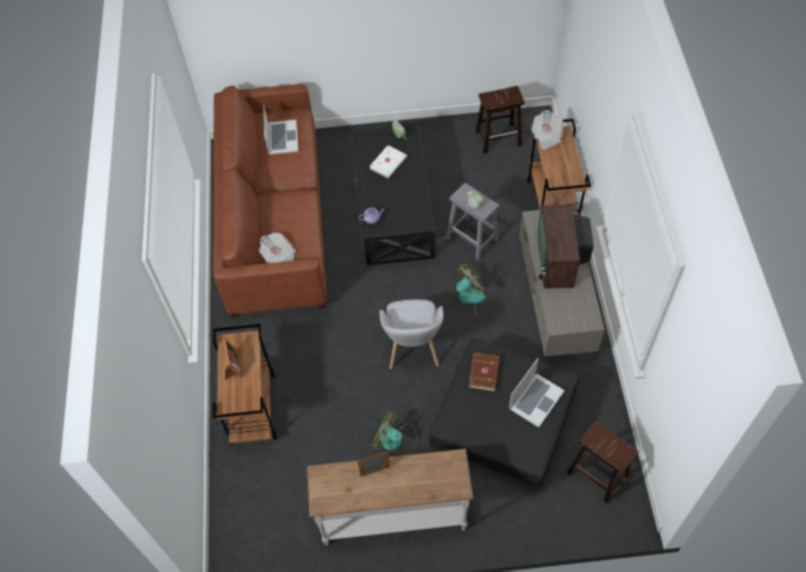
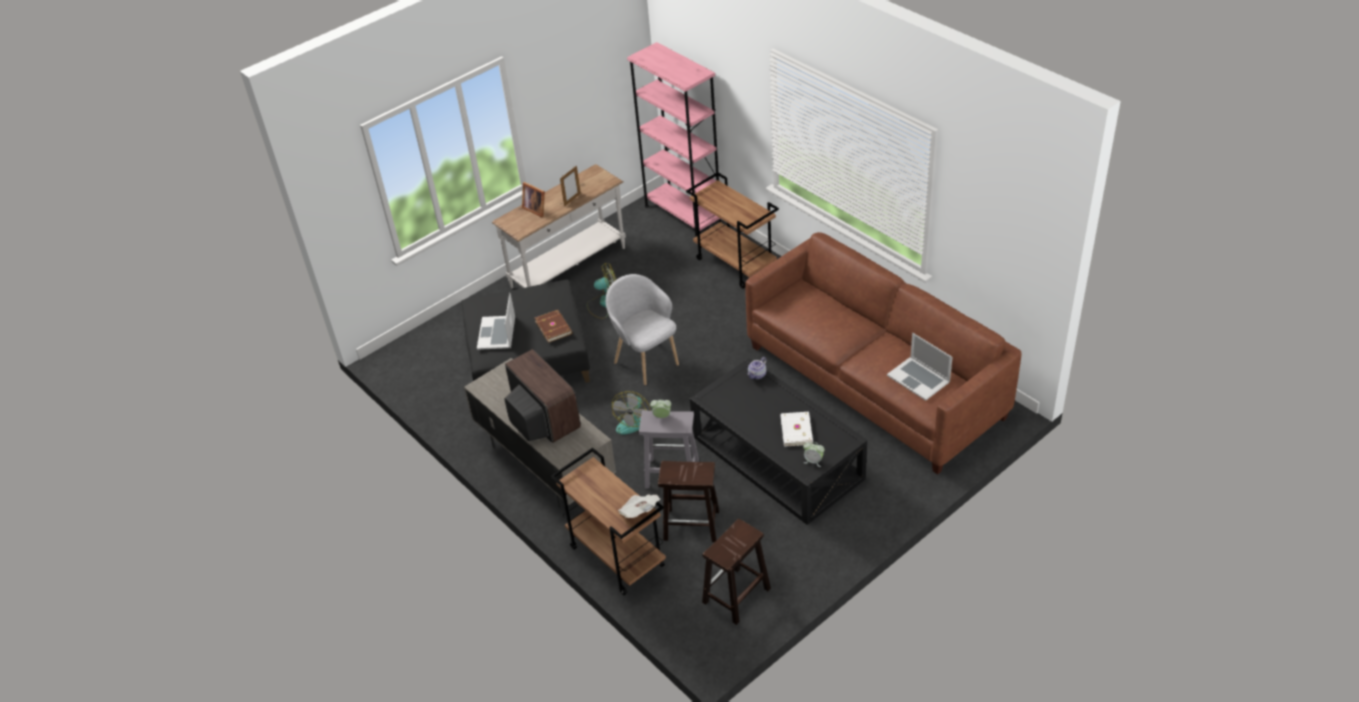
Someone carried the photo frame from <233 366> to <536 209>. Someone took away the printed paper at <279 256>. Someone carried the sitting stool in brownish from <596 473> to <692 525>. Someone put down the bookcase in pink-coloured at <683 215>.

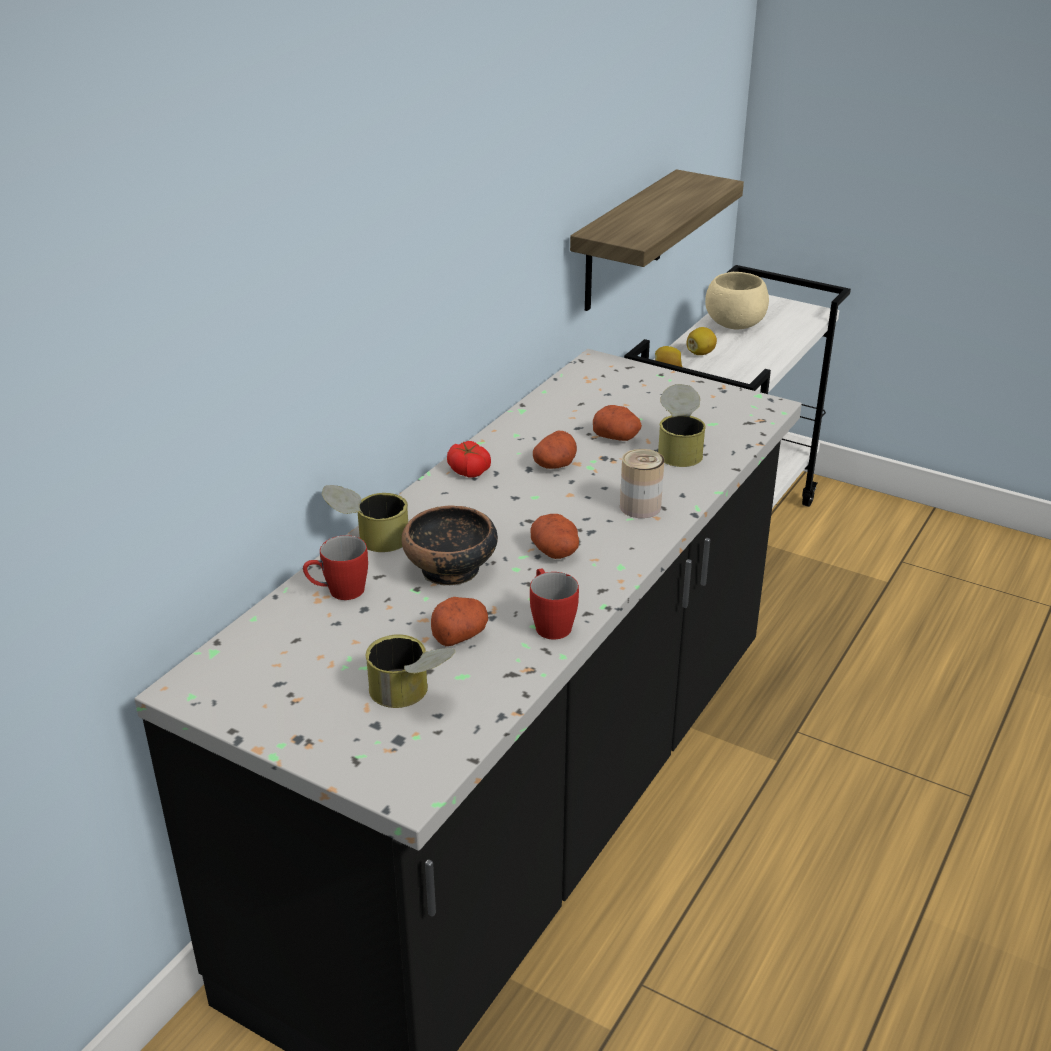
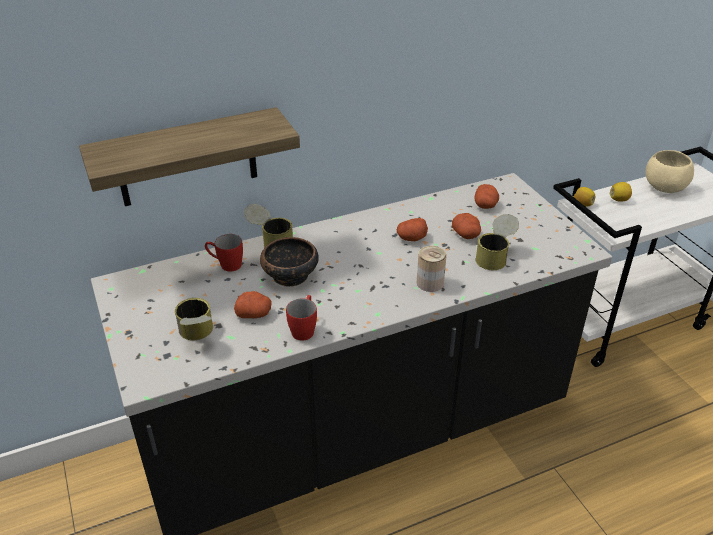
Someone took away the fresh tomato at <468 470>. Someone carried the potato from <556 551> to <485 205>. Someone carried the shelf from <624 242> to <187 158>.

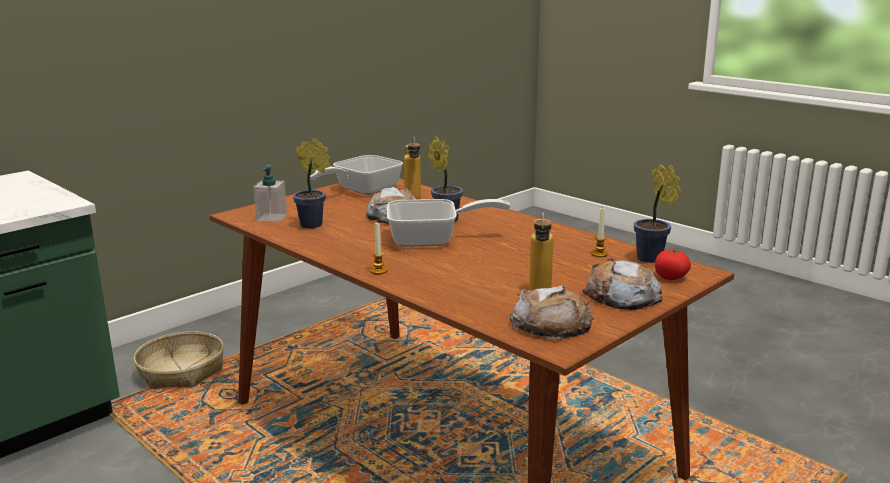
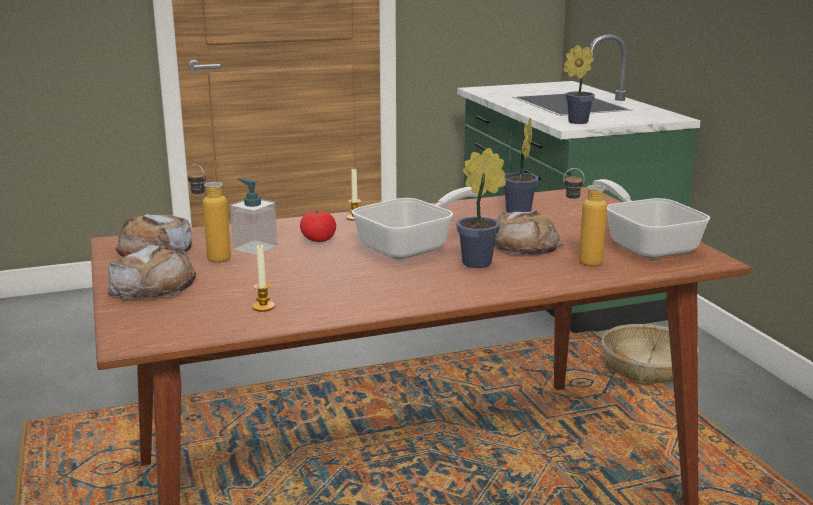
Someone carried the soap dispenser from <271 217> to <255 247>. Someone rotated the skillet at <432 240> by 150 degrees counterclockwise. Someone carried the potted plant from <652 259> to <575 122>. Someone carried the fresh tomato from <670 277> to <318 240>.

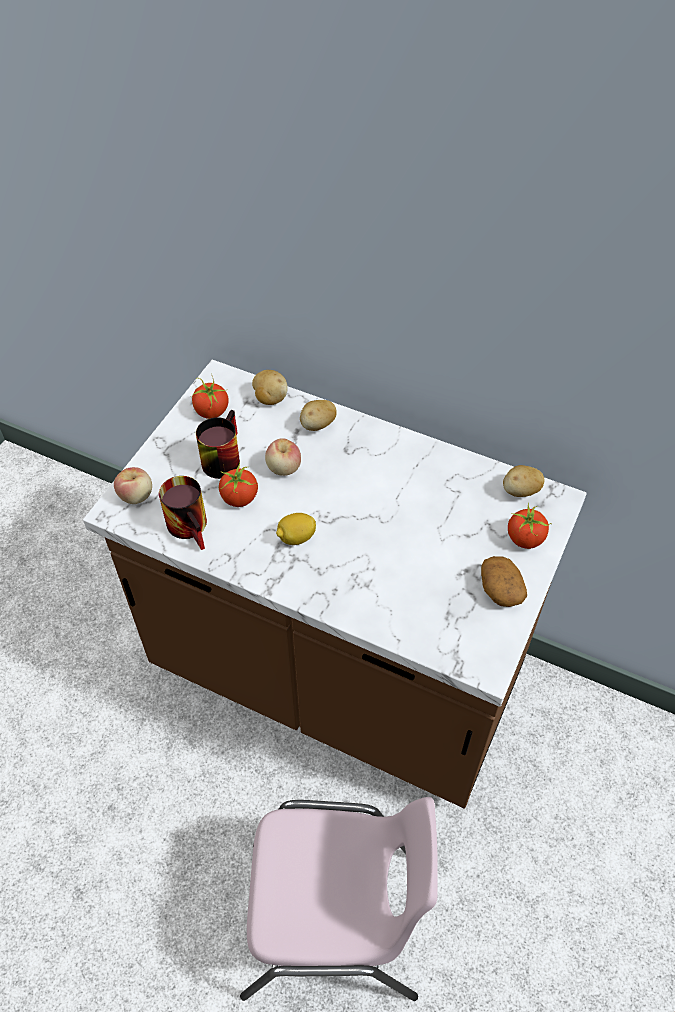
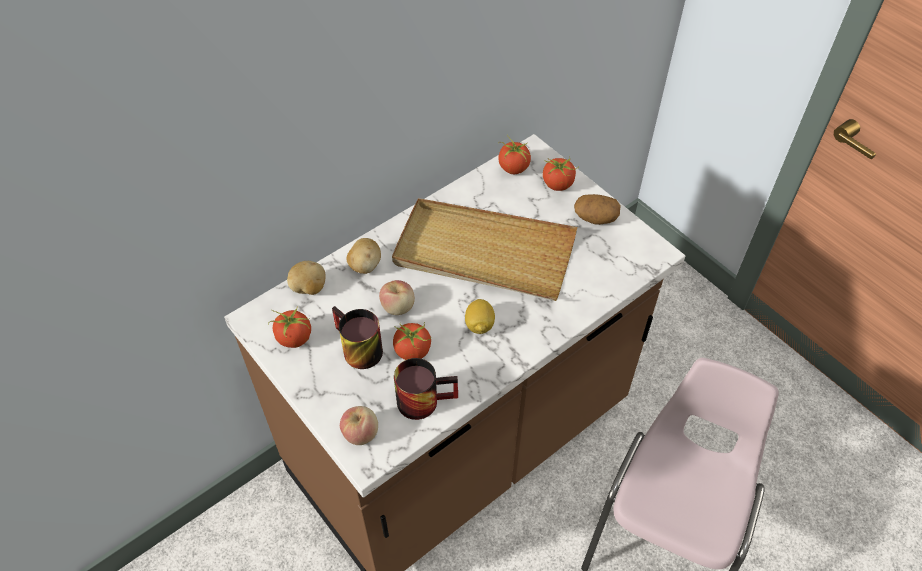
Someone swapped the potato at <520 491> for the fresh tomato at <513 168>. Someone put down the serving tray in sand-coloured at <483 253>.

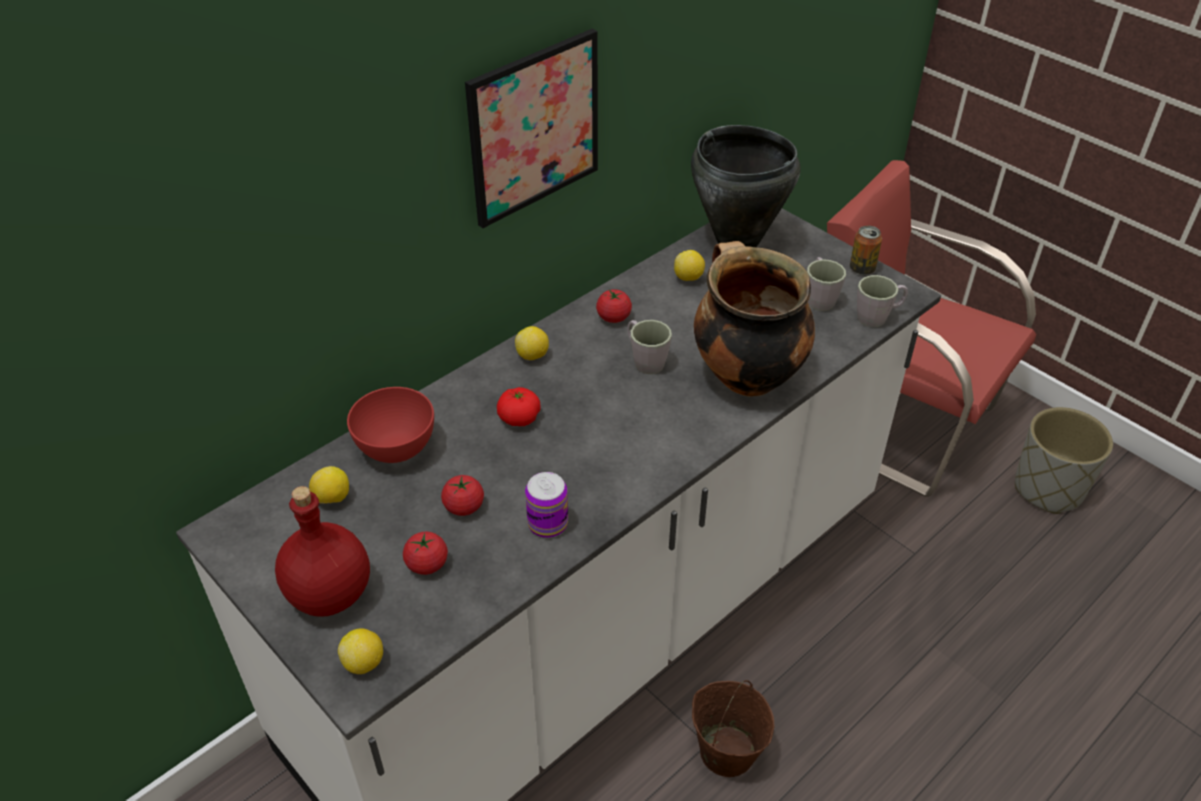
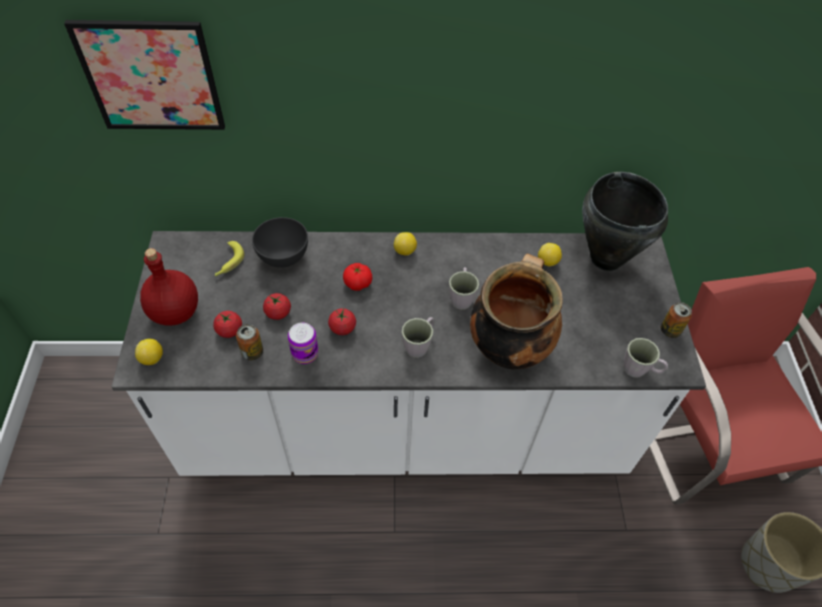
Someone swapped the whole lemon at <332 498> for the banana at <228 263>. Someone repainted the serving bowl in red-coloured at <395 448>, which became the serving bowl in greyish at <283 256>. Someone carried the wall art from <534 128> to <151 76>. Someone carried the fresh tomato from <613 317> to <342 328>. Someone took away the pail in brownish at <726 751>. Someone carried the coffee mug in greyish from <819 297> to <419 344>. Someone put down the sealed can at <252 352>.

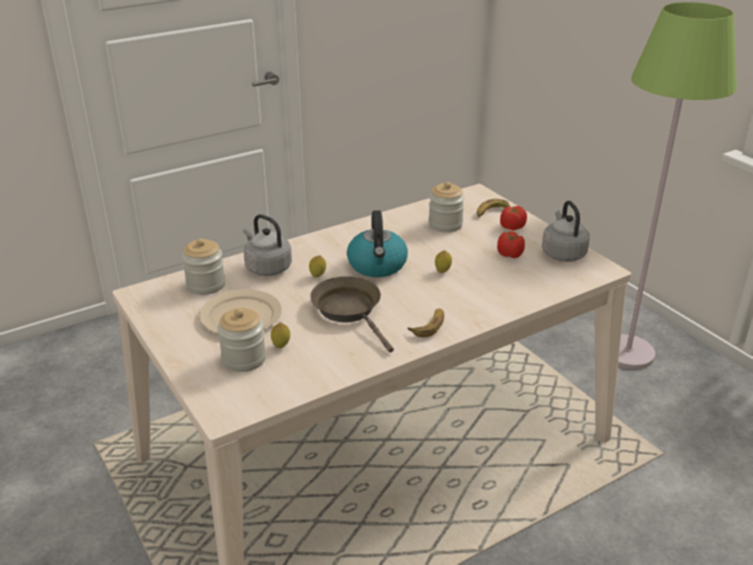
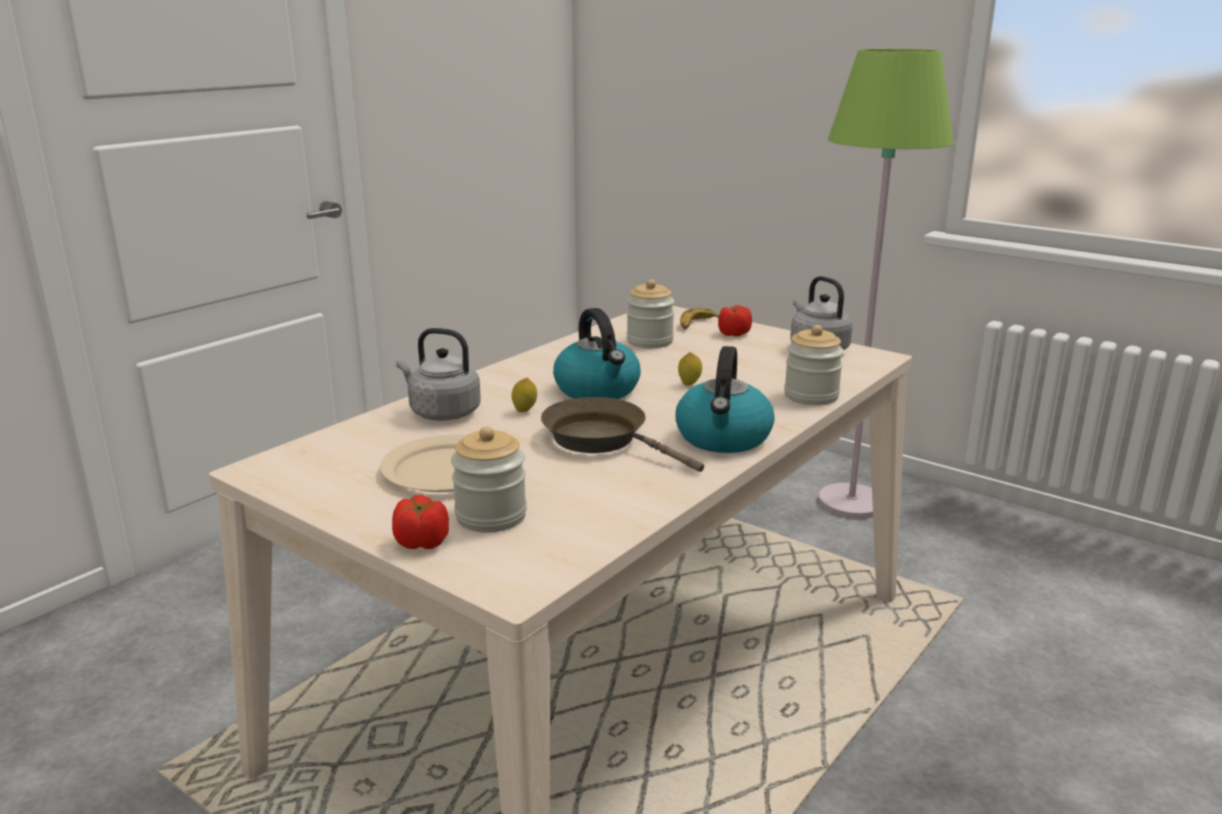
Someone carried the jar from <206 285> to <811 396>. Someone took away the whole lemon at <281 346>. Someone swapped the banana at <429 326> for the water kettle at <723 438>. Someone carried the fresh tomato from <510 254> to <422 543>.

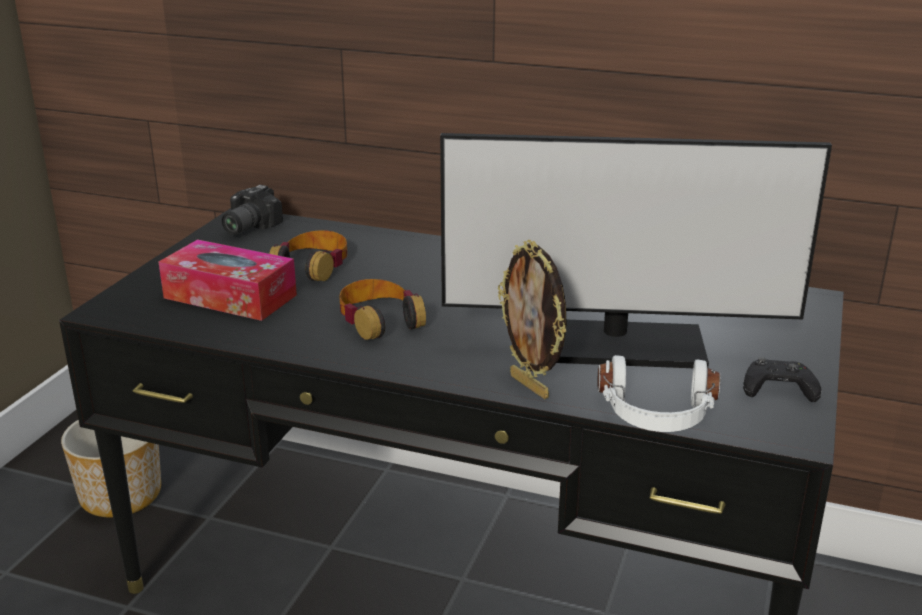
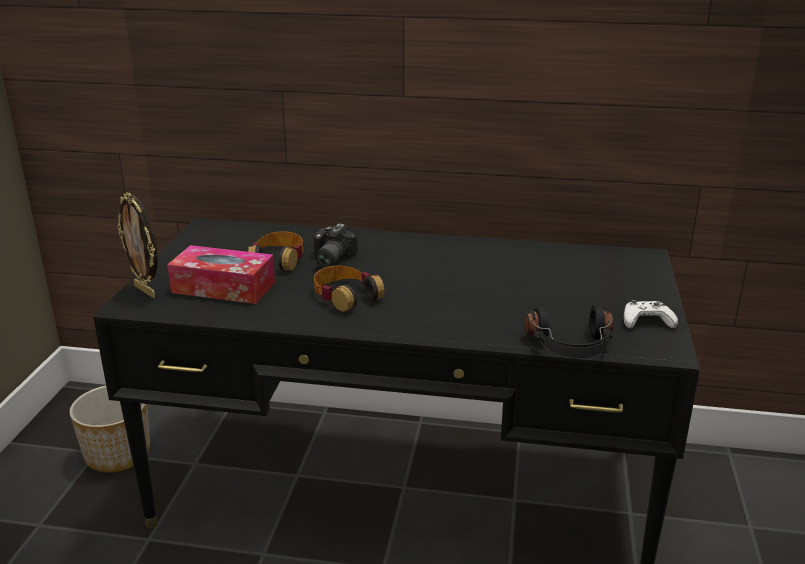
Someone carried the photo camera from <246 227> to <329 260>. Someone took away the monitor at <615 345>. Someone carried the photo frame from <531 386> to <146 291>. Someone repainted the headphones in white-coloured at <657 415>, which became the headphones in blackish at <571 347>. Someone repainted the gamepad in blackish at <778 389>, which became the gamepad in white-coloured at <647 321>.

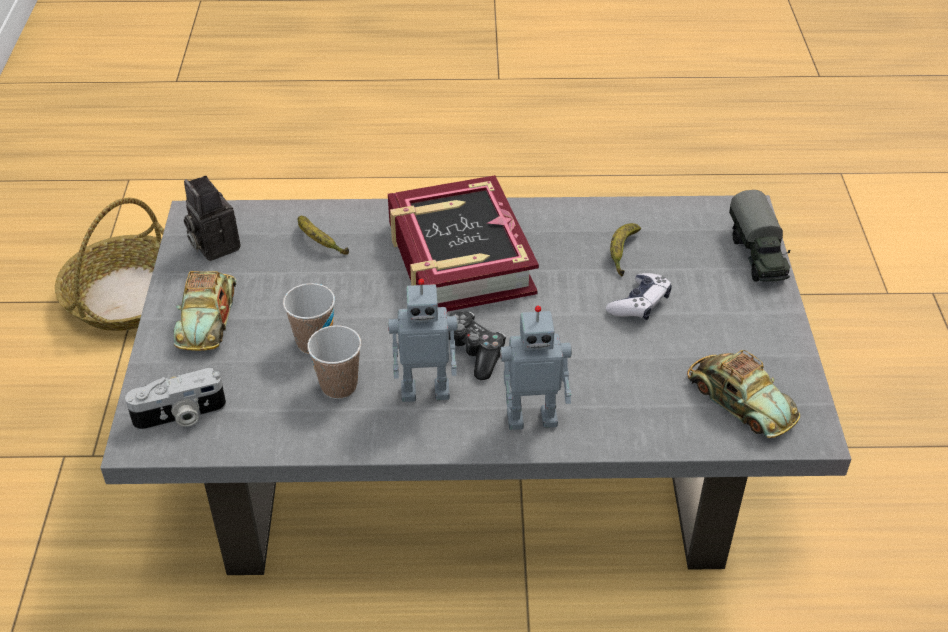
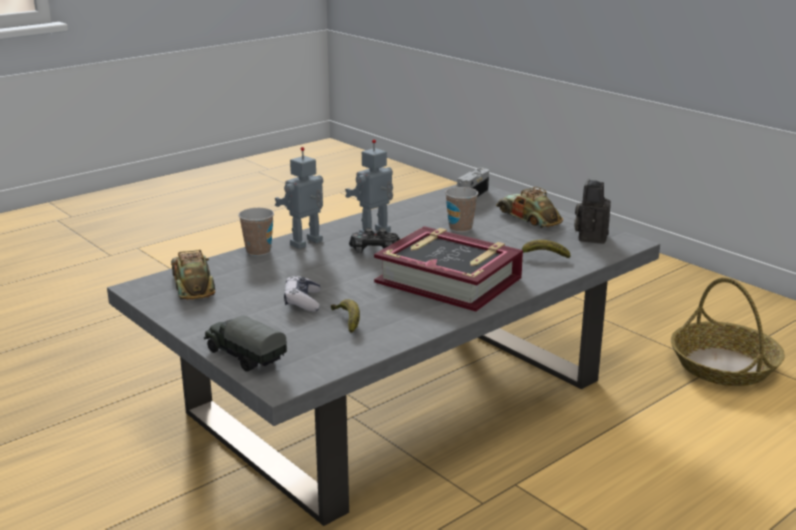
Someone rotated the photo camera at <213 245> by 90 degrees counterclockwise. Someone carried the small cup from <339 386> to <258 251>. Someone rotated the model car at <740 401> by 60 degrees clockwise.

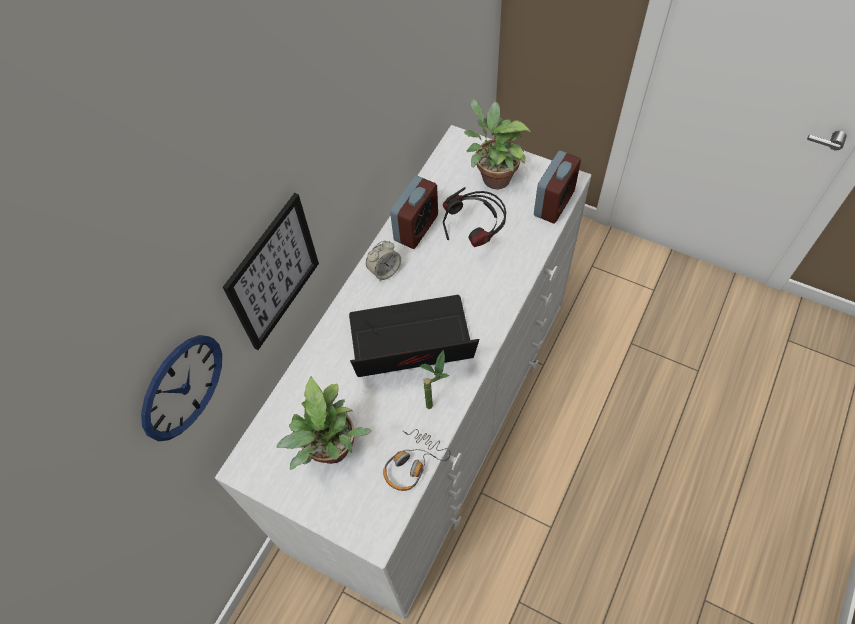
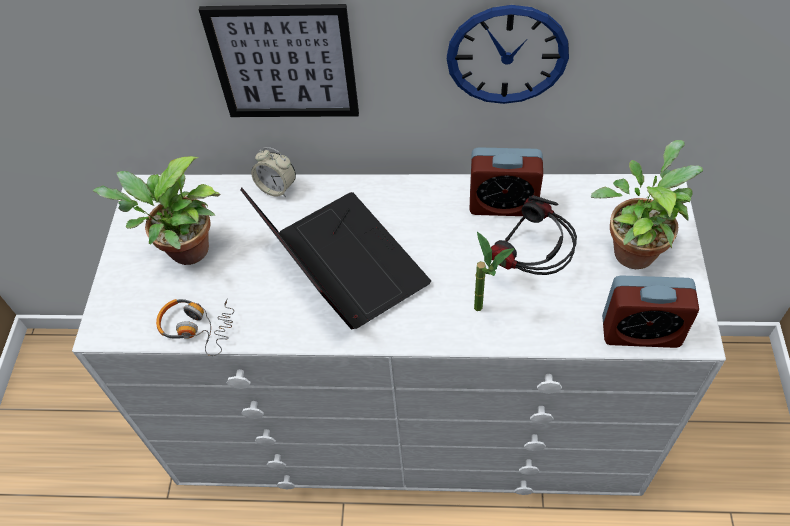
Someone carried the wall clock from <182 387> to <507 55>. Someone carried the alarm clock from <384 271> to <277 188>. Someone carried the potted plant from <435 402> to <486 311>.

